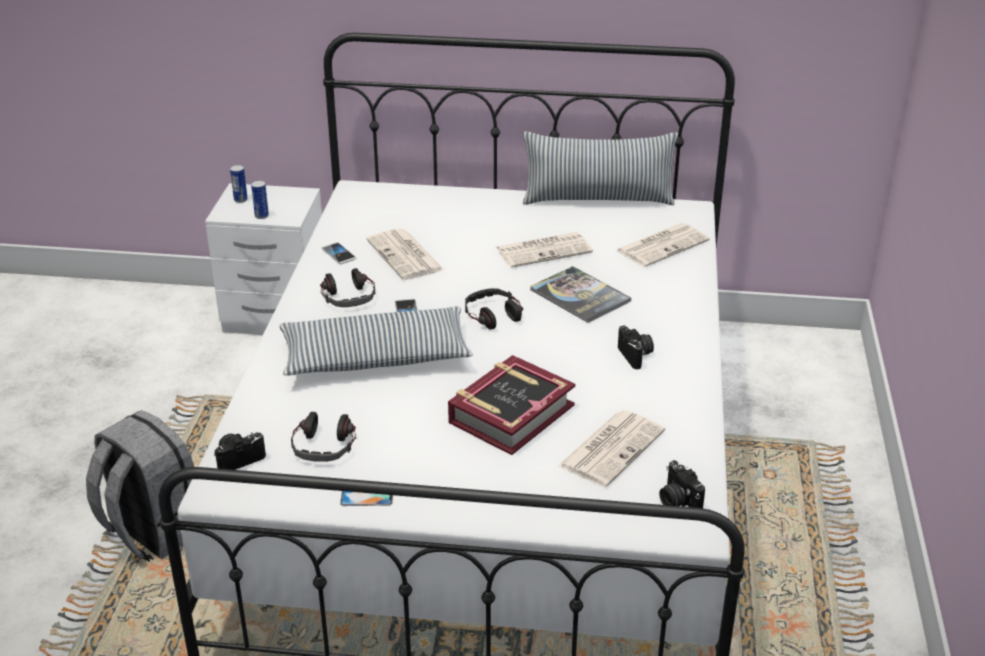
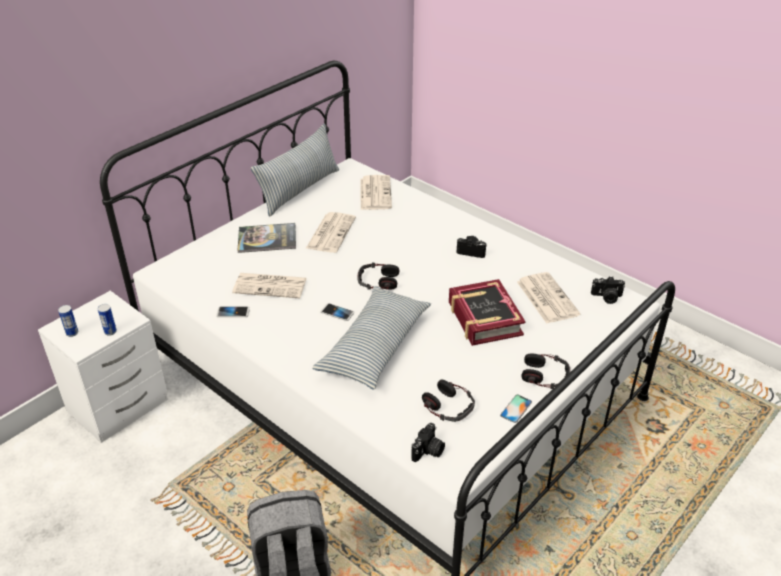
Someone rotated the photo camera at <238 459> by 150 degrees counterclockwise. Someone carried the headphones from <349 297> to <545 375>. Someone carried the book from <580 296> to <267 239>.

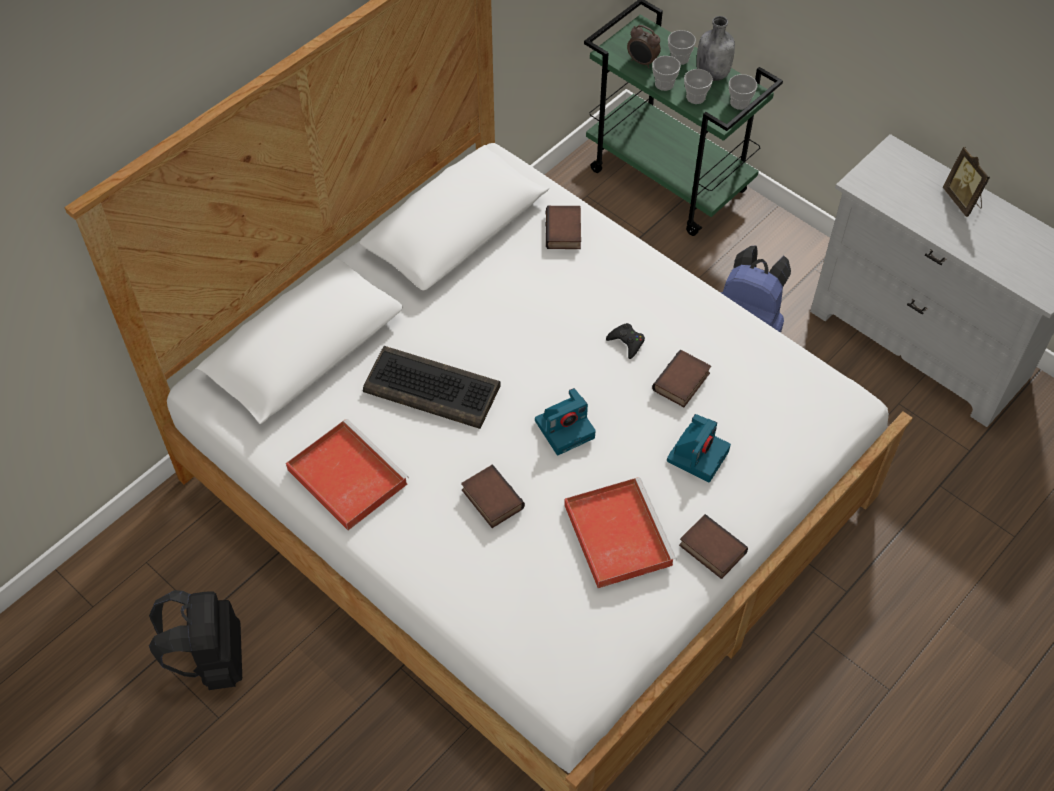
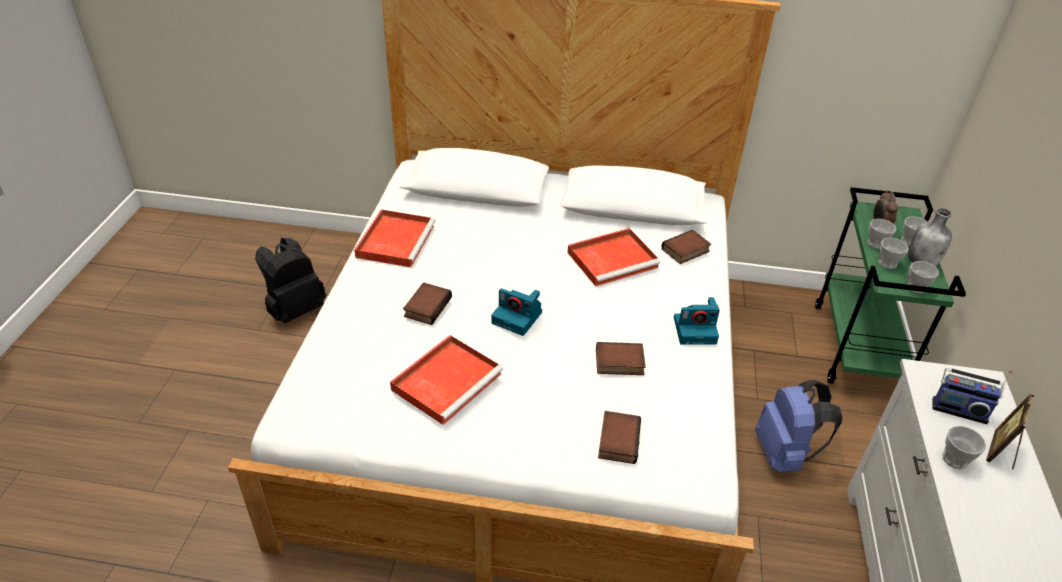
Someone took away the keyboard at <433 388>. Someone took away the gamepad in blackish at <626 342>. Someone carried the photo camera from <698 455> to <695 330>. Someone carried the book from <710 550> to <617 440>. Someone put down the serving tray in red-coloured at <613 259>. Someone put down the radio receiver at <959 409>. Someone put down the small cup at <954 459>.

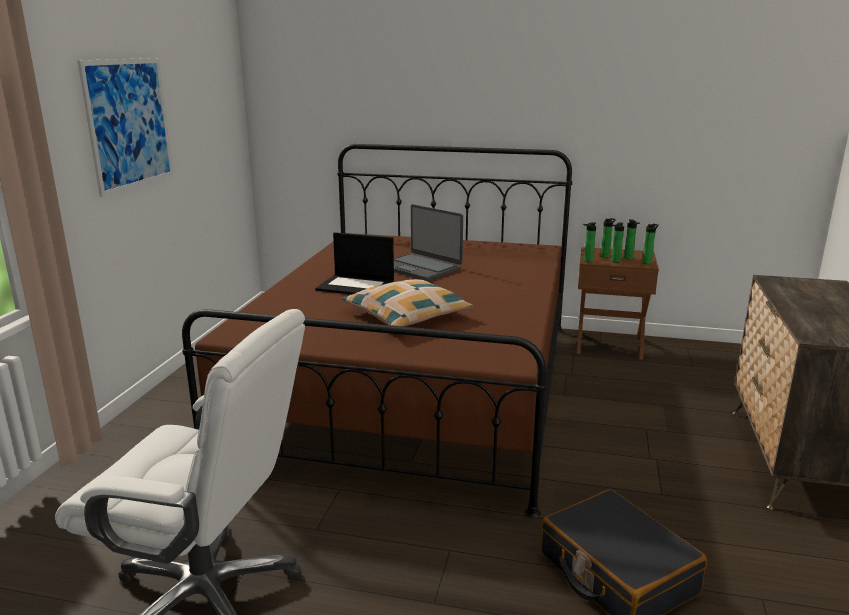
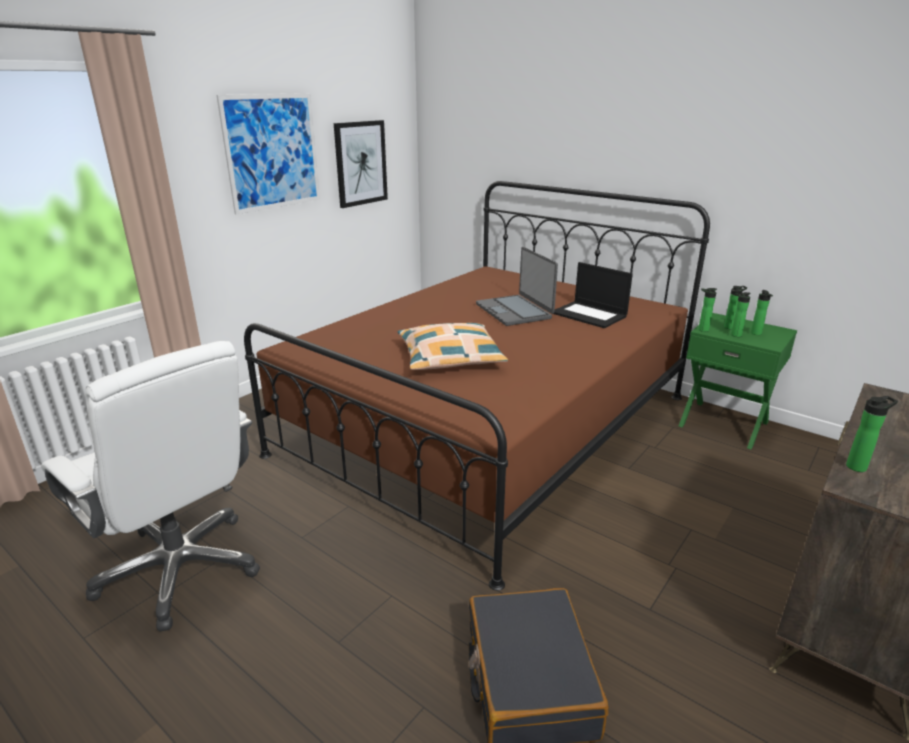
Someone carried the laptop from <356 286> to <590 315>. Someone repainted the night table in brownish at <609 344>, which became the night table in green at <724 423>. Someone carried the drink bottle from <648 262> to <858 466>. Someone put up the wall art at <360 163>.

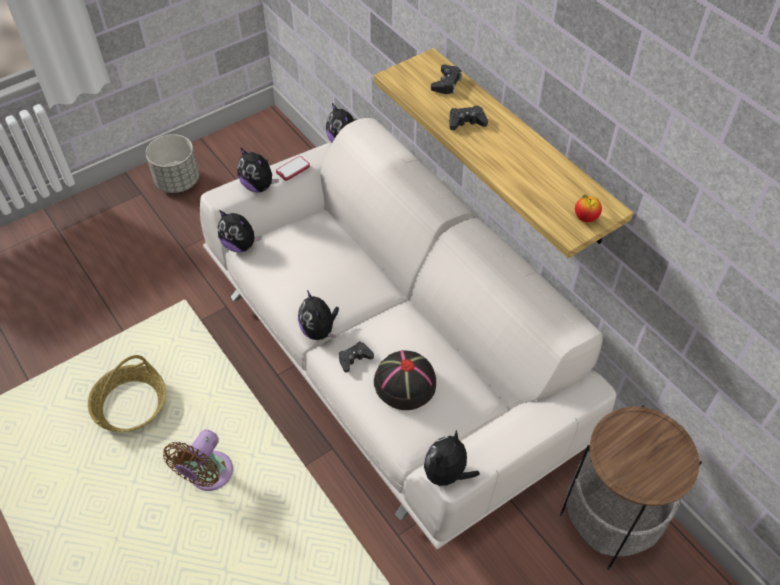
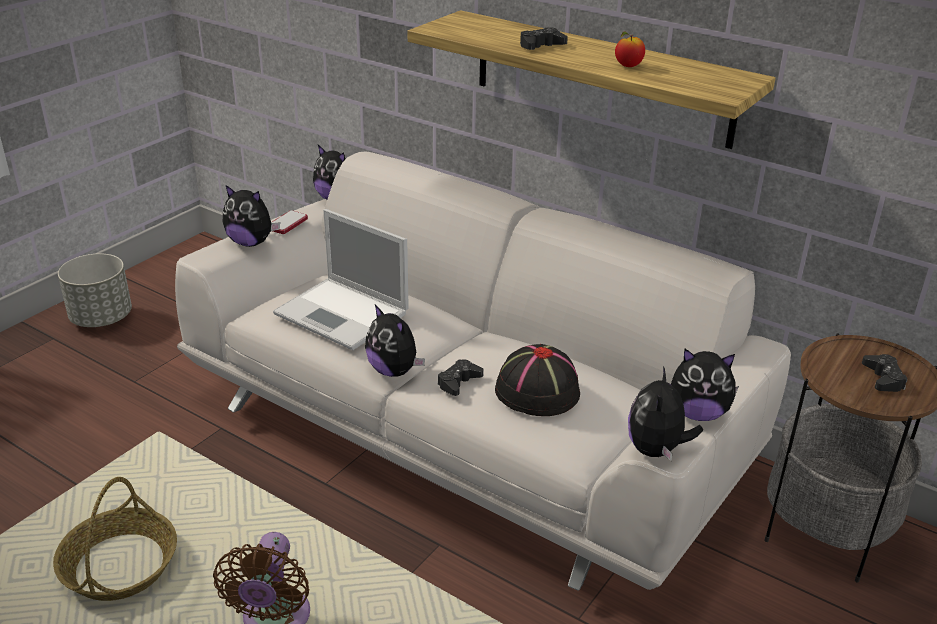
Someone carried the soft toy from <240 245> to <697 413>. Someone carried the gamepad in blackish from <446 83> to <883 378>. Someone carried the apple from <585 218> to <628 66>. Someone put down the laptop at <343 314>.

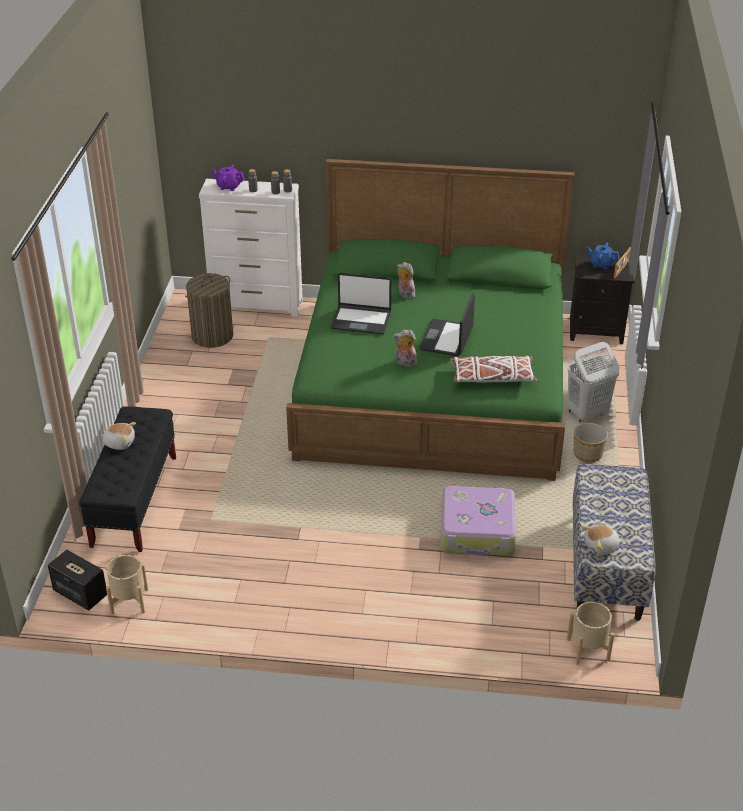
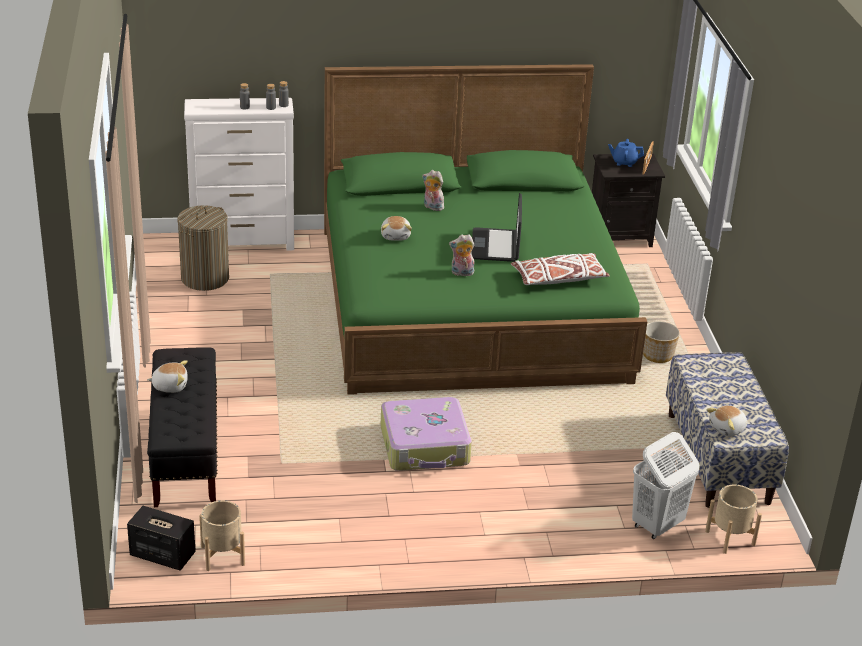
Someone took away the teapot in purple-coloured at <229 186>. Someone swapped the laptop at <361 320> for the soft toy at <396 236>. Someone carried the suitcase from <477 531> to <425 446>. Someone carried the washing basket in white-coloured from <587 413> to <657 525>.

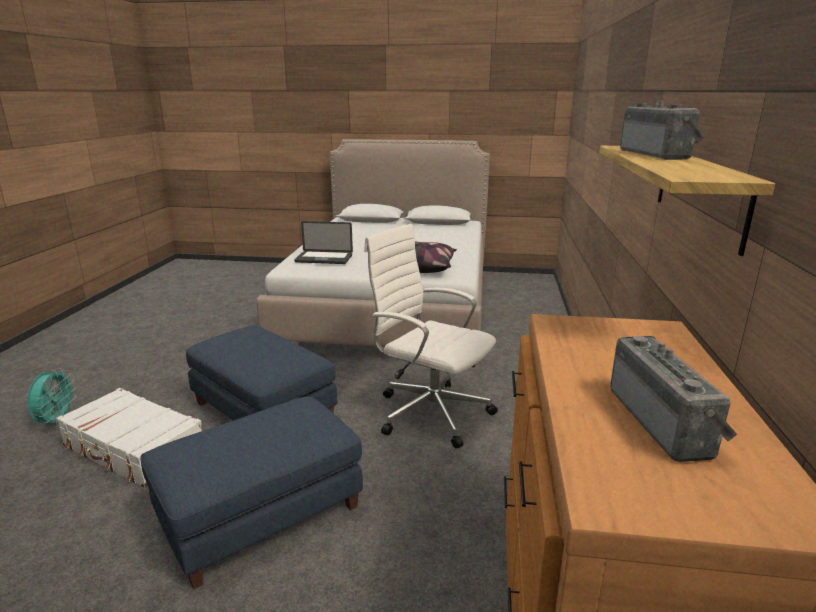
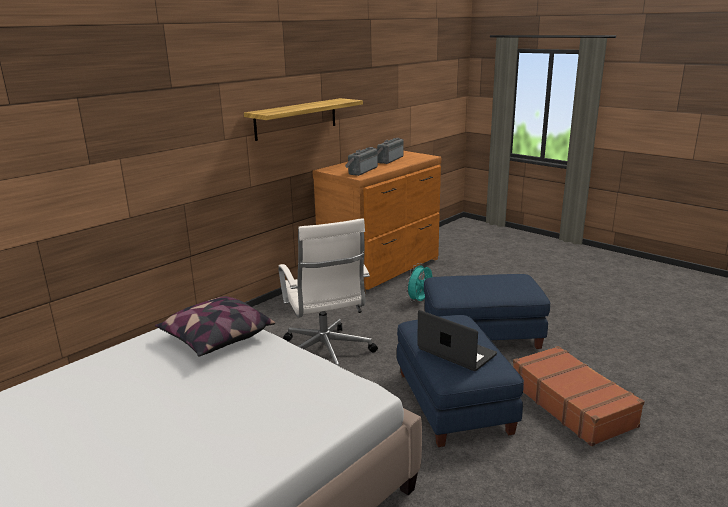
Someone carried the cooling fan in turquoise-coloured from <57 421> to <420 301>. Someone repainted the suitcase in white-coloured at <133 448>, which became the suitcase in brownish at <572 404>. Someone carried the laptop from <324 259> to <456 352>. Someone carried the radio receiver from <657 154> to <361 170>.

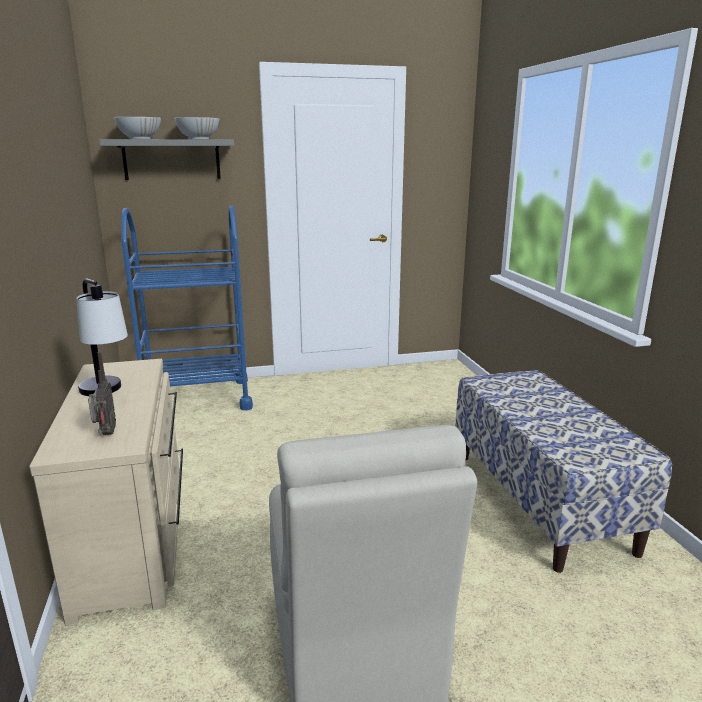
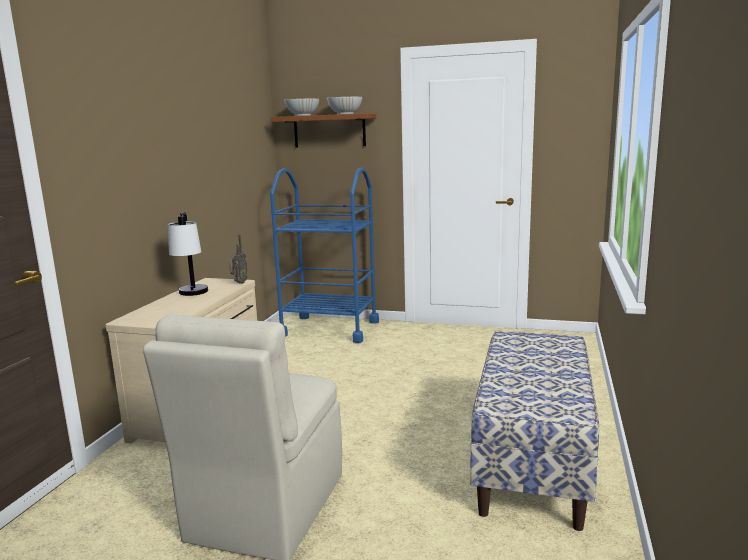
Someone carried the radio receiver from <105 434> to <239 283>. Someone repainted the shelf in greyish at <172 159>, which became the shelf in brownish at <329 131>.

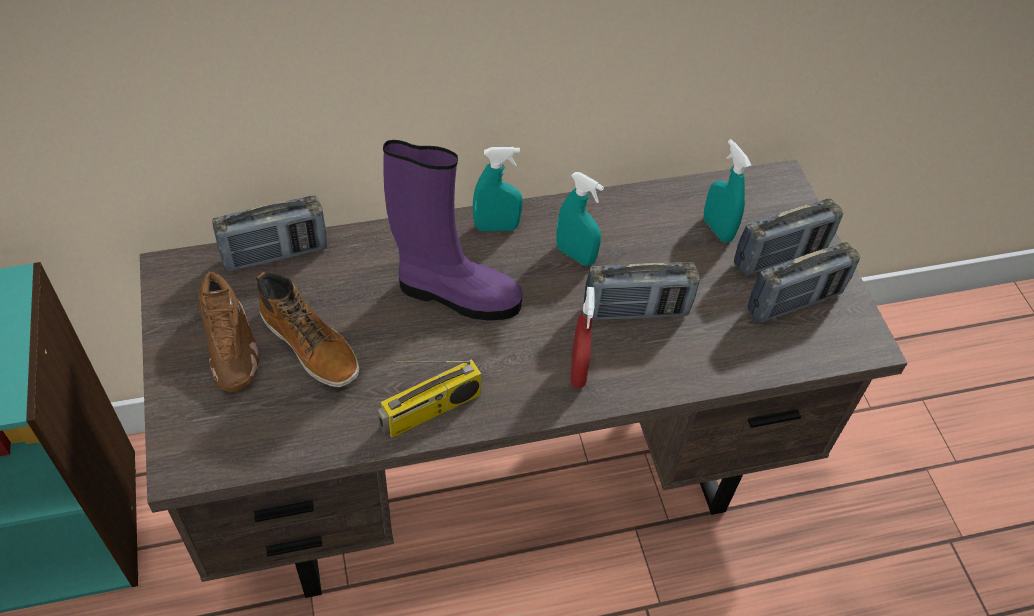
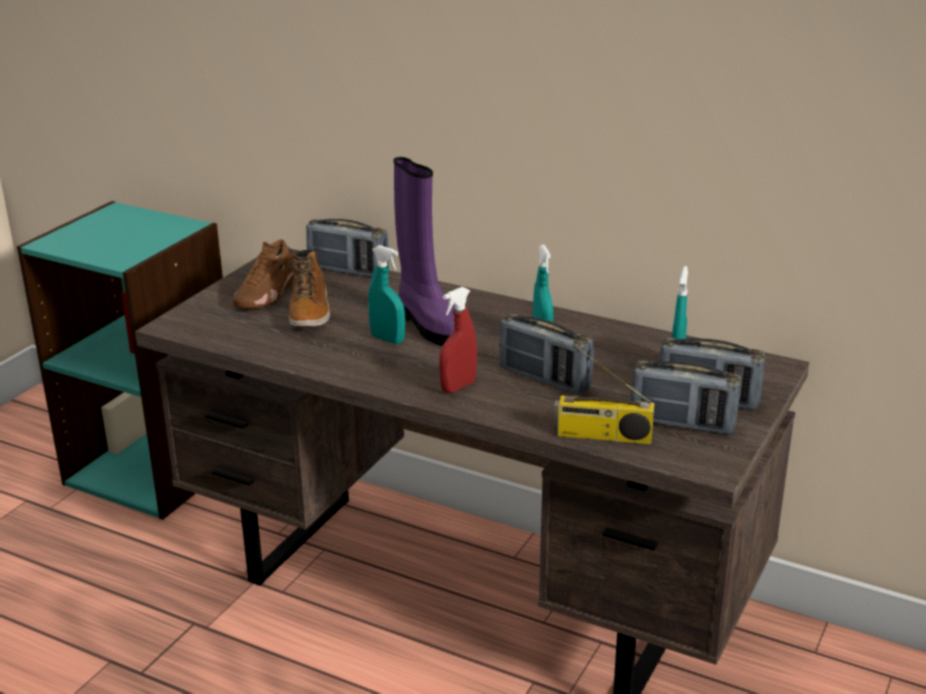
Someone carried the radio receiver from <430 411> to <602 436>. Someone carried the sprayer in turquoise-coloured from <496 227> to <387 339>.

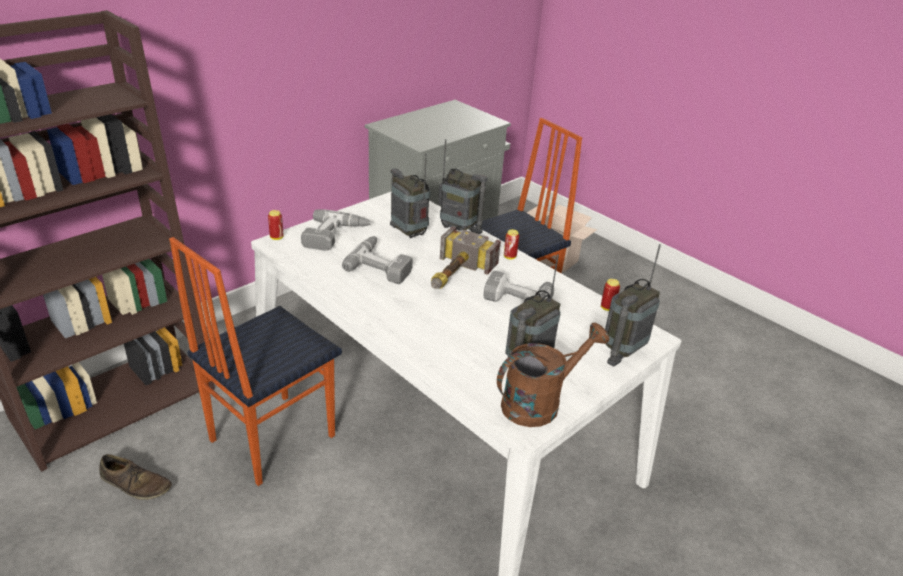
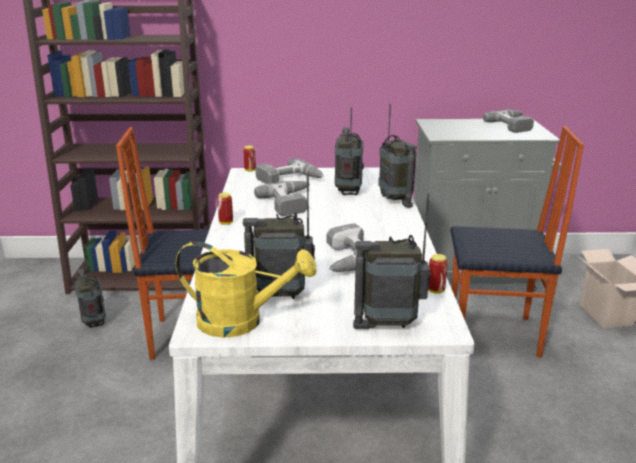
Someone swapped the item of footwear in brownish at <136 484> for the radio receiver at <94 323>. Someone took away the hand hammer at <454 276>. Someone repainted the watering pot in brownish at <539 402>, which became the watering pot in yellow at <241 322>. Someone carried the sealed can from <509 257> to <226 223>. Someone put down the power drill at <514 125>.

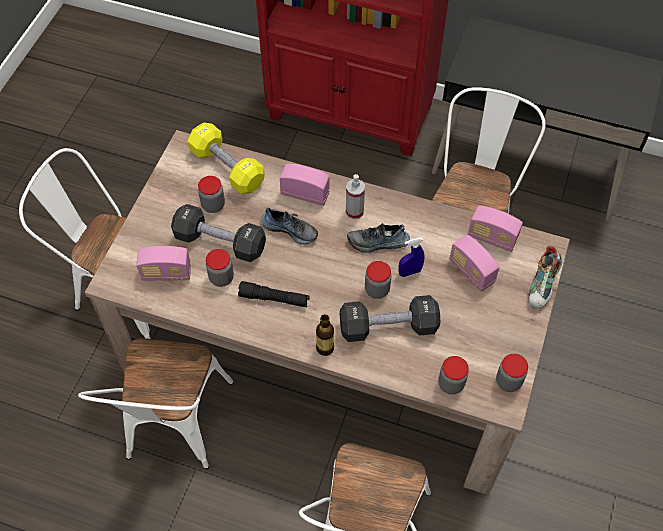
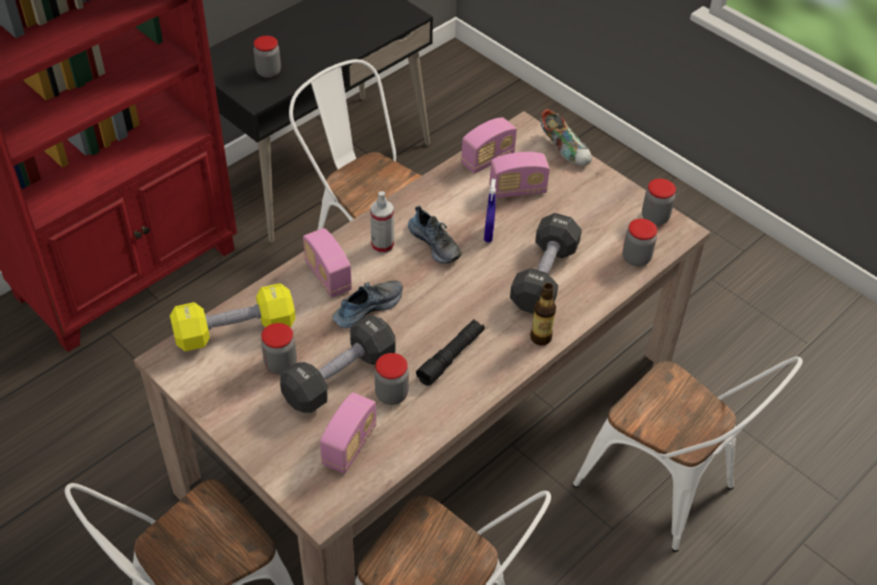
Someone rotated the radio receiver at <305 194> by 75 degrees counterclockwise. Someone rotated the item of footwear at <378 243> by 60 degrees counterclockwise. Someone carried the jar from <377 290> to <268 72>.

